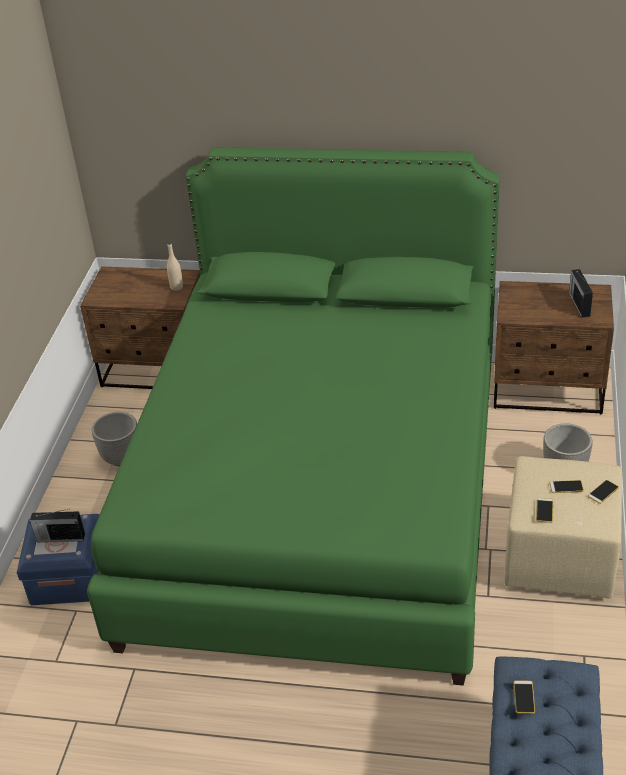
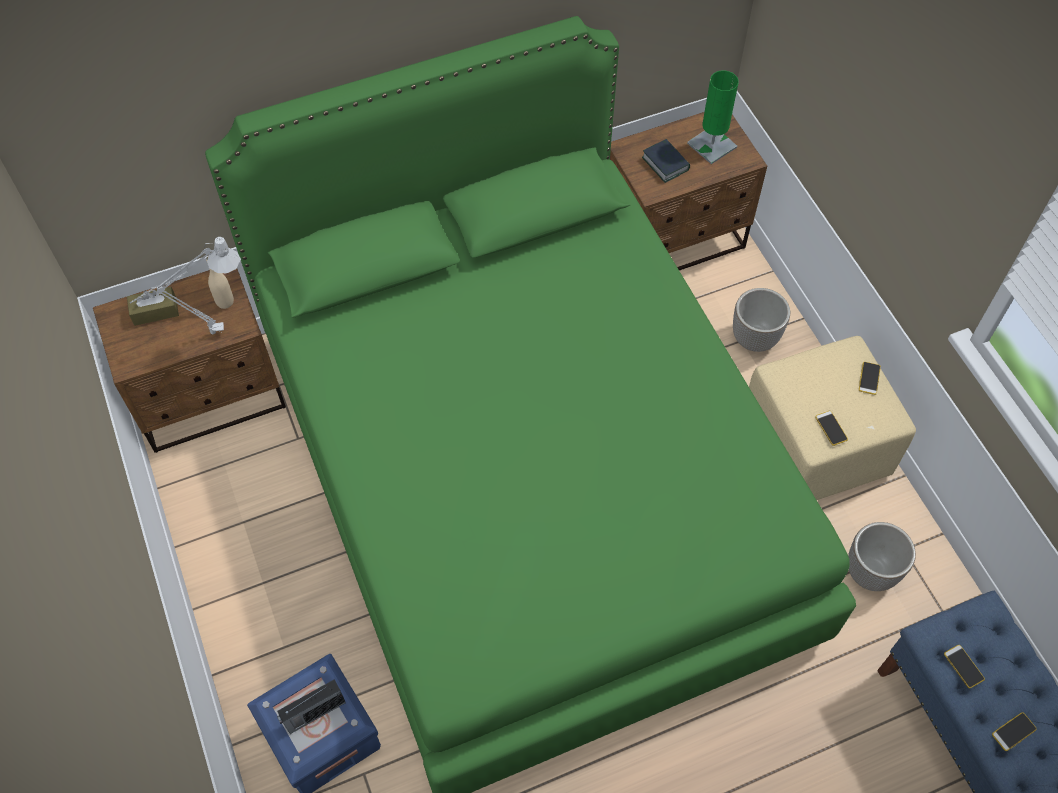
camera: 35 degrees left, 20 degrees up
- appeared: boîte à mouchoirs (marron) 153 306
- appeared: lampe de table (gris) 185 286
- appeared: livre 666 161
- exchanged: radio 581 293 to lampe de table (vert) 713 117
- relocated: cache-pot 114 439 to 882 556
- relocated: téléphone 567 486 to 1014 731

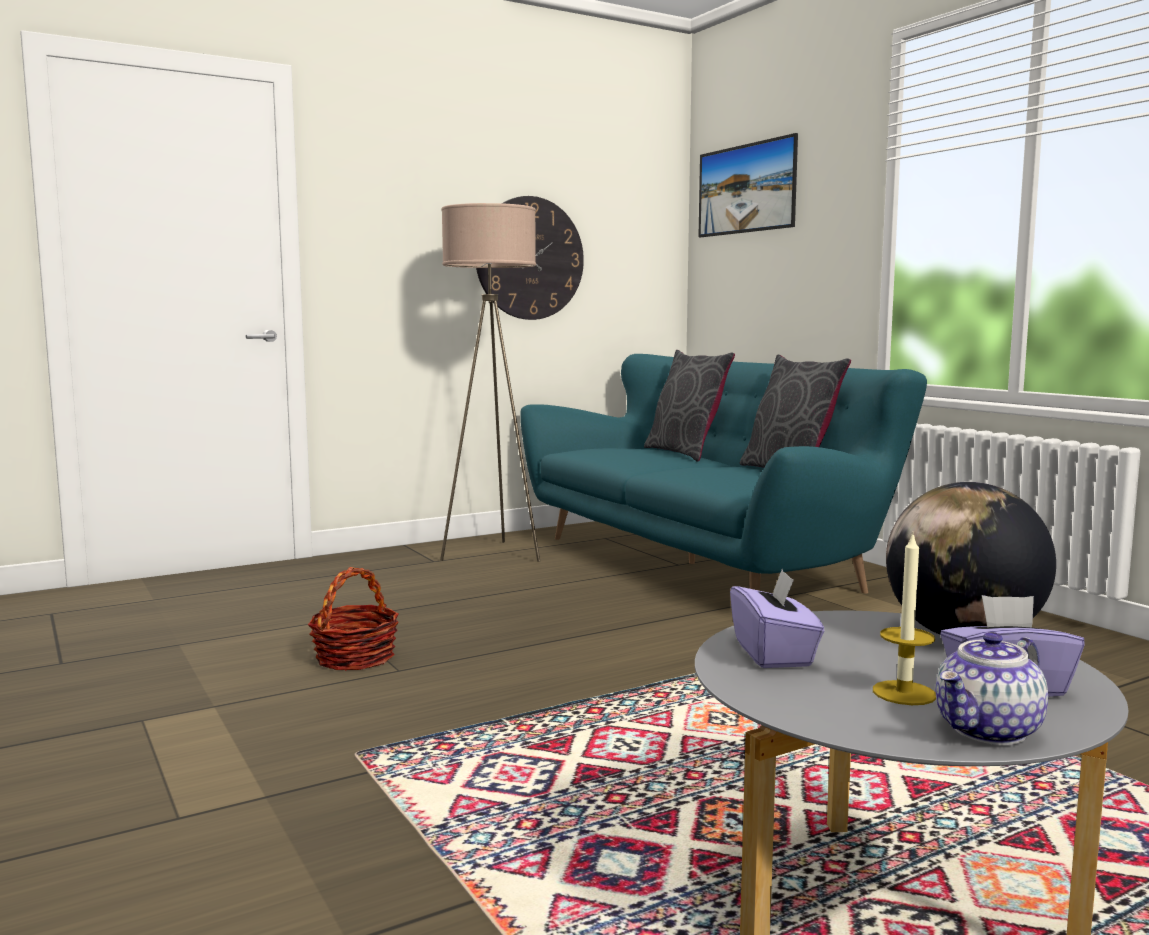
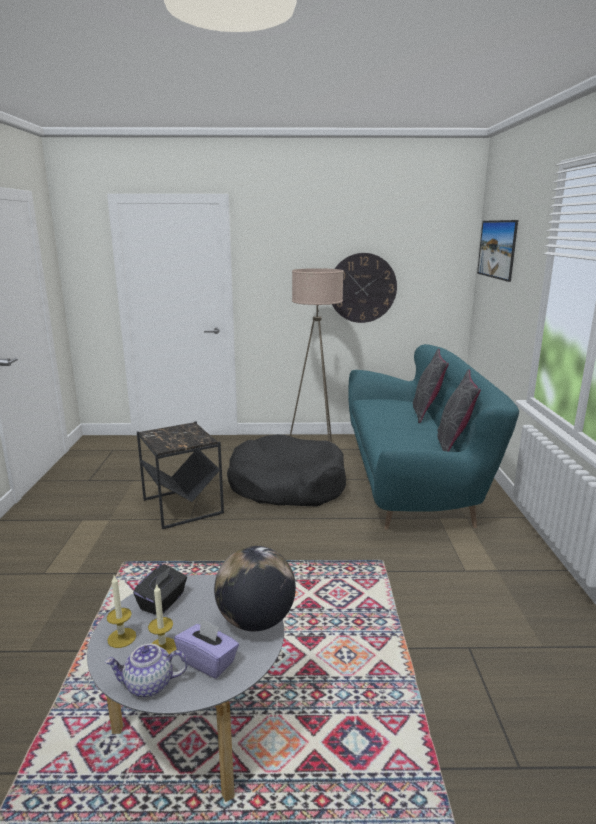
camera: 30 degrees right, 10 degrees up
- appeared: bougie 121 612
- colour: boîte à mouchoirs (violet) 777 618 to boîte à mouchoirs (noir) 160 589
- exchanged: panier 353 619 to table d'appoint (noir) 180 475
- appeared: panier pour chien (noir) 286 470

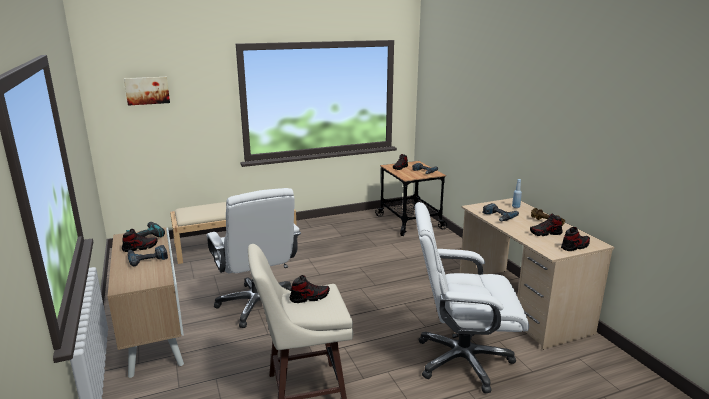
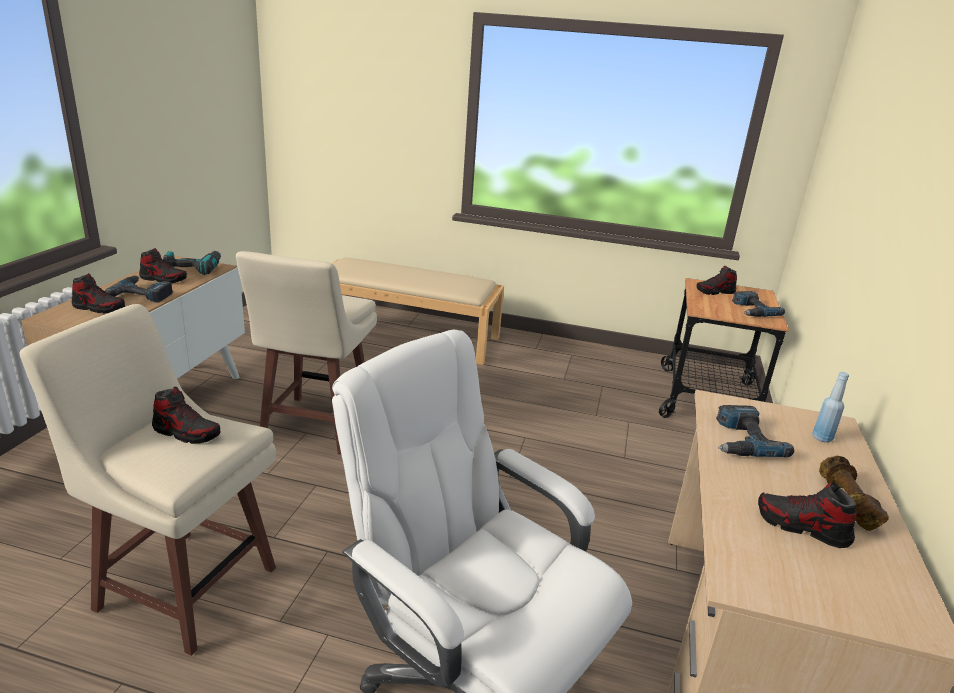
camera: 35 degrees right, 5 degrees up
- relocated: chaussure 575 239 to 98 293
- exchanged: chaise de bureau (blanc) 254 258 to tabouret (beige) 306 353
- missing: tableau 147 91

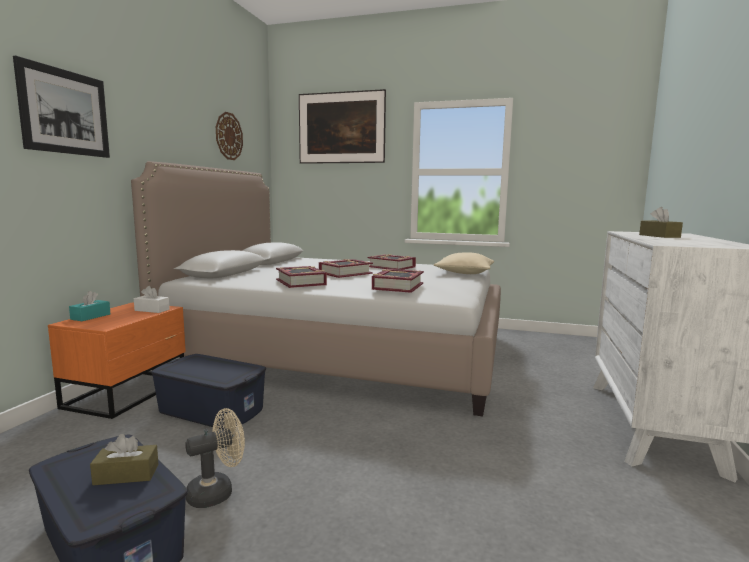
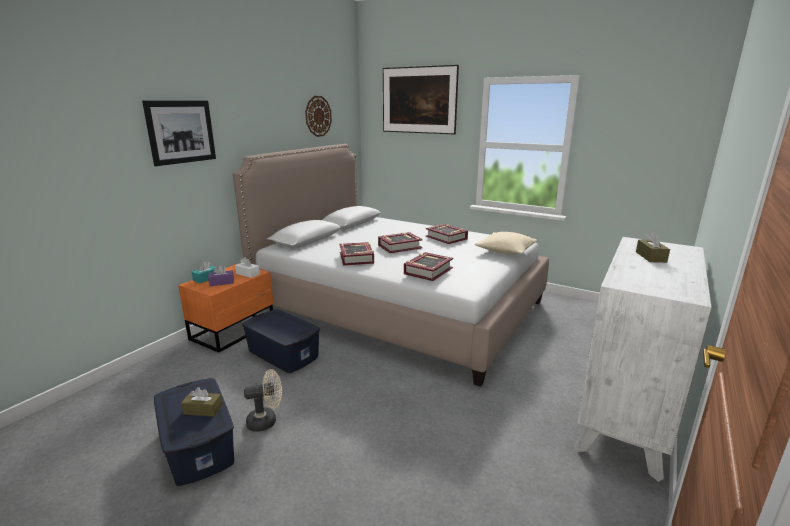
camera: 15 degrees right, 10 degrees up
- appeared: boîte à mouchoirs (violet) 221 275

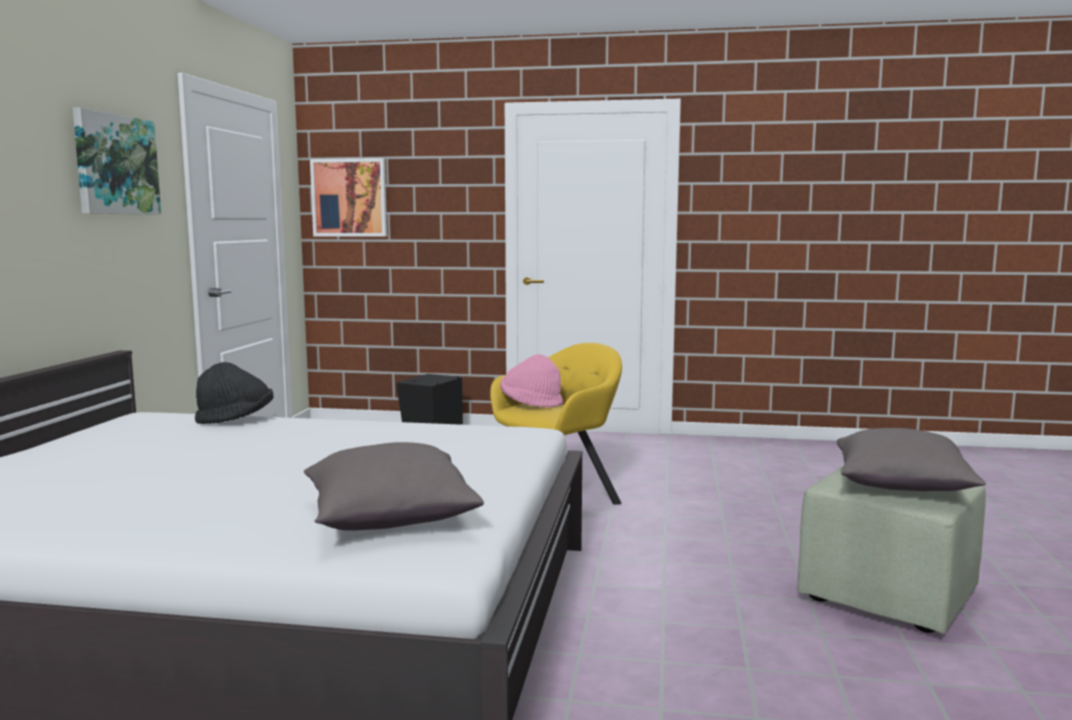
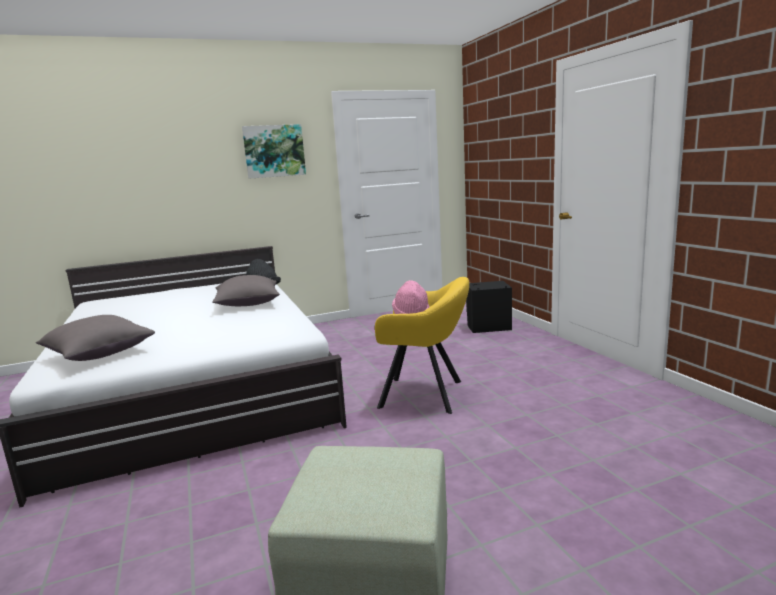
camera: 60 degrees right, 5 degrees up
- relocated: coussin (gris) 911 459 to 246 290
- missing: tableau 348 197

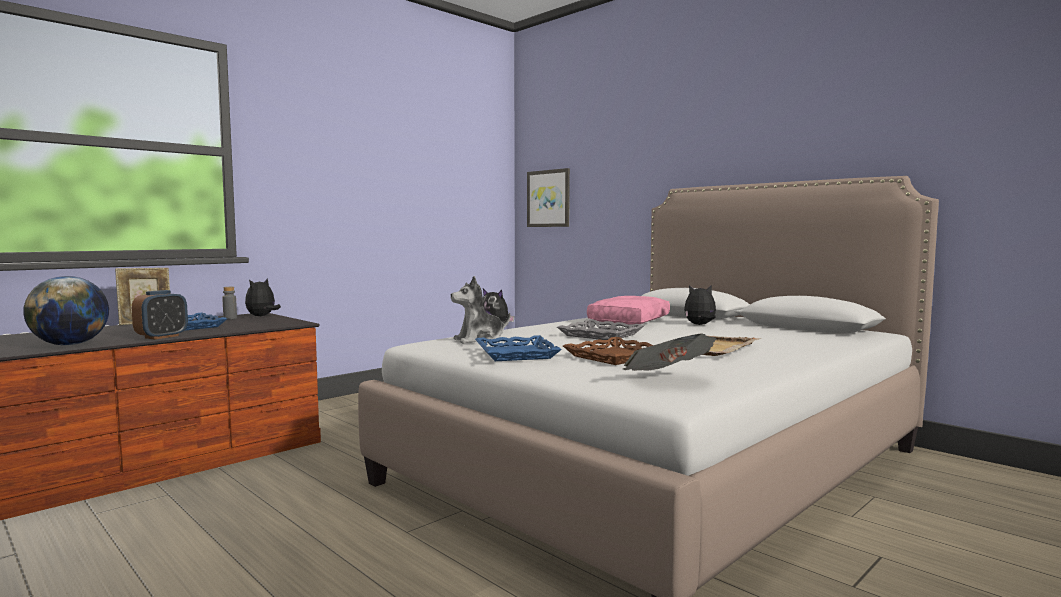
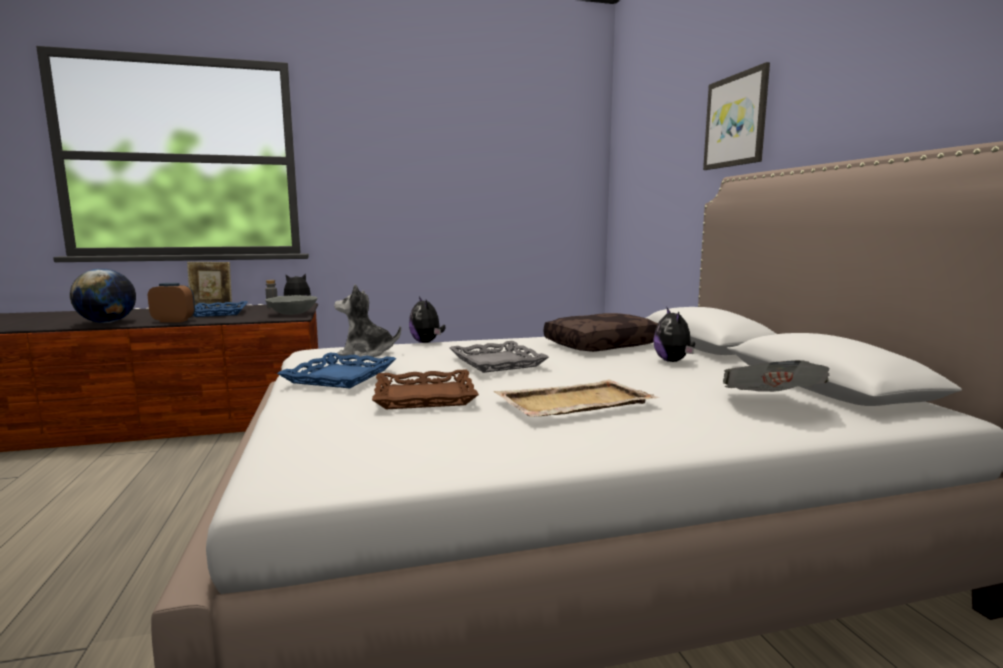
camera: 30 degrees right, 5 degrees up
- spun: réveil 160 315 = 171 303 150 degrees counterclockwise
- appeared: bol (gris) 291 305
- colour: coussin (rose) 628 310 to coussin (marron) 601 332
- spun: peluche 700 305 = 674 335 120 degrees counterclockwise
- relocated: tableau 548 197 to 736 116
- relocated: journal 670 352 to 776 376

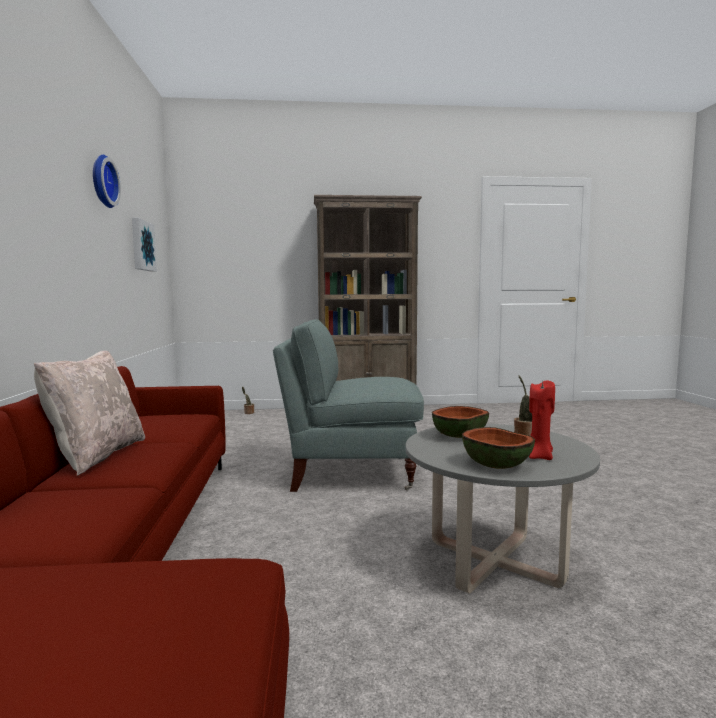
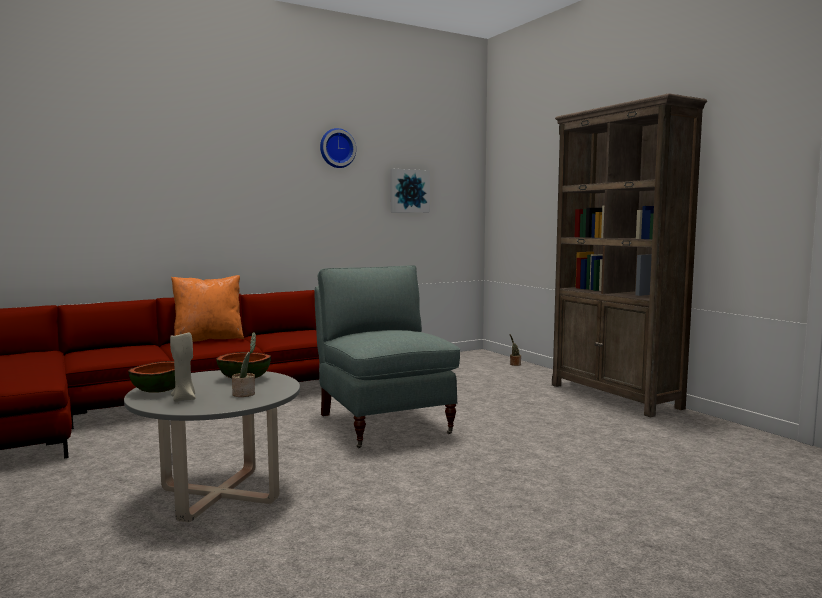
camera: 65 degrees right, 0 degrees up
- colour: bougie (rouge) 542 420 to bougie (beige) 183 367
- colour: coussin (beige) 89 413 to coussin (orange) 207 308

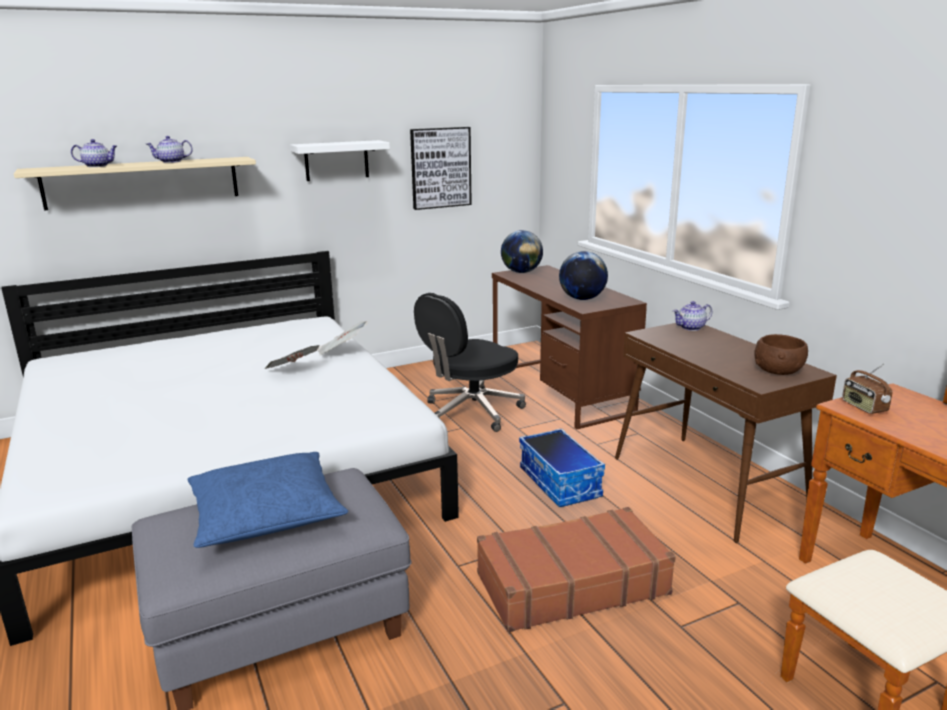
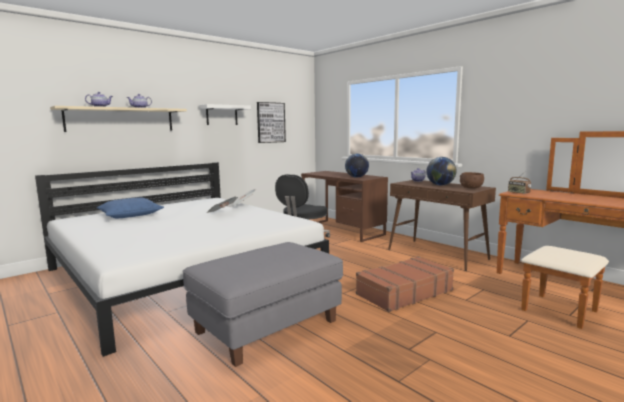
camera: 15 degrees left, 10 degrees down
- relocated: coussin (bleu) 267 500 to 130 207
- relocated: globe 522 251 to 441 171
- missing: boîte de rangement 562 467

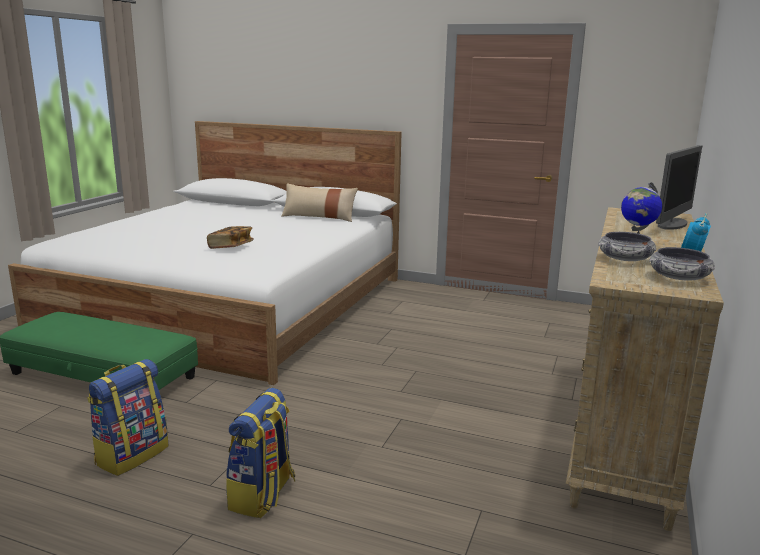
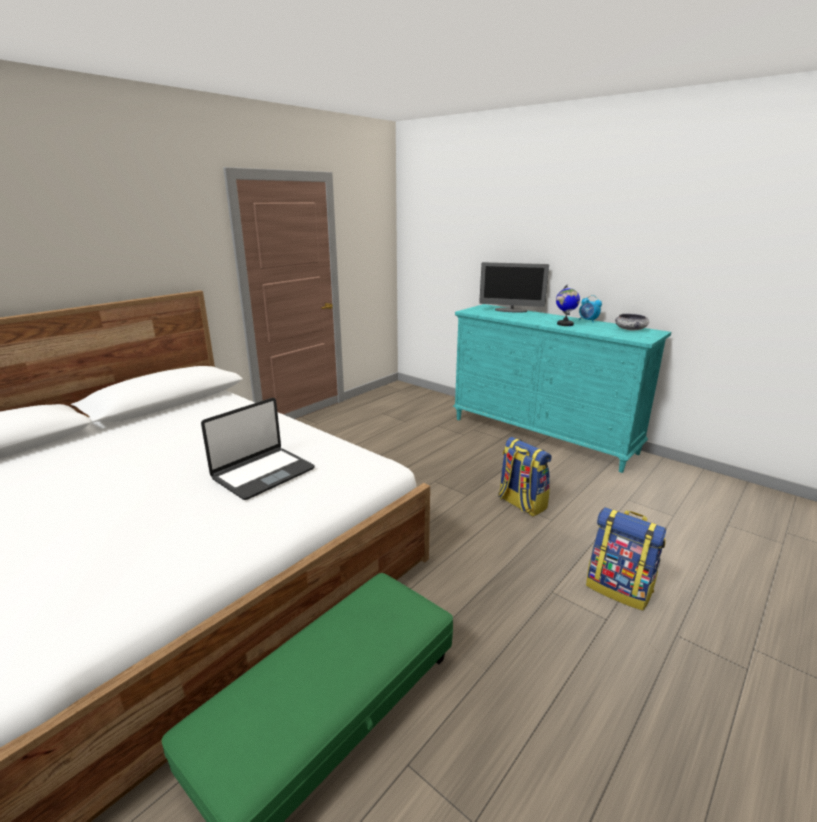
camera: 70 degrees left, 5 degrees up
- exchanged: livre 230 237 to ordinateur portable 258 449
- colour: commode (beige) 645 369 to commode (turquoise) 562 388
- spun: écran d'ordinateur 679 187 = 514 287 135 degrees clockwise
- relocated: sac à dos 128 417 to 525 476
- missing: coussin (beige) 320 202
- missing: bol 627 246

